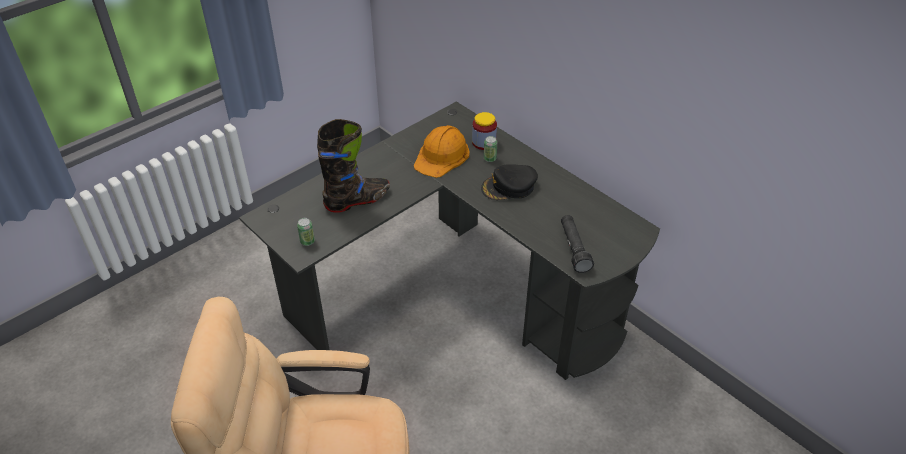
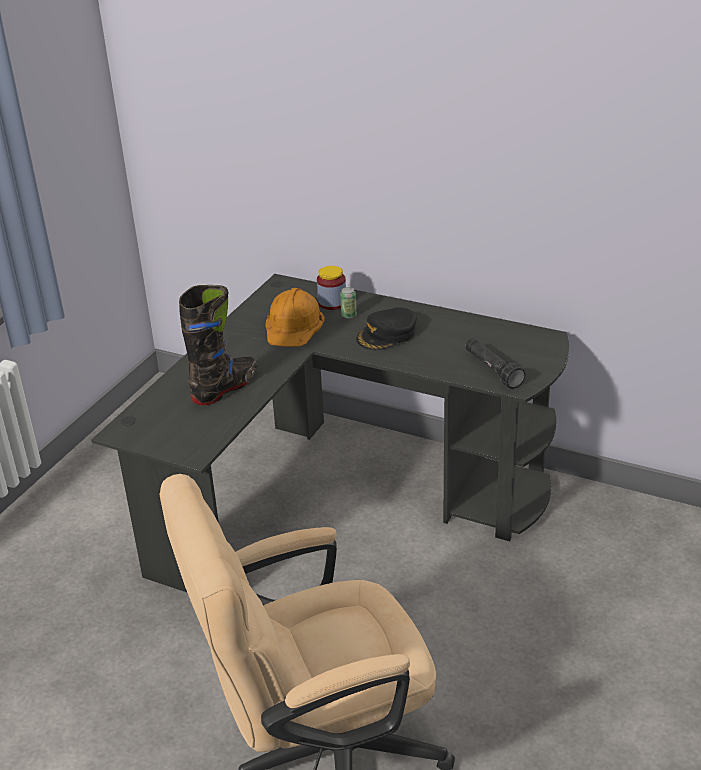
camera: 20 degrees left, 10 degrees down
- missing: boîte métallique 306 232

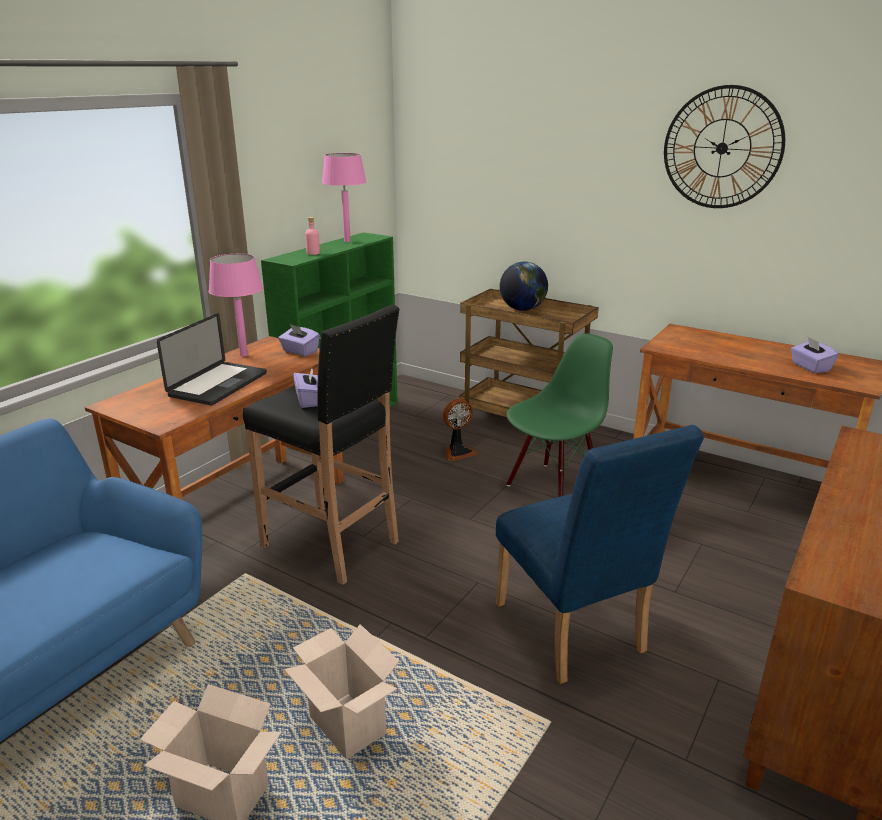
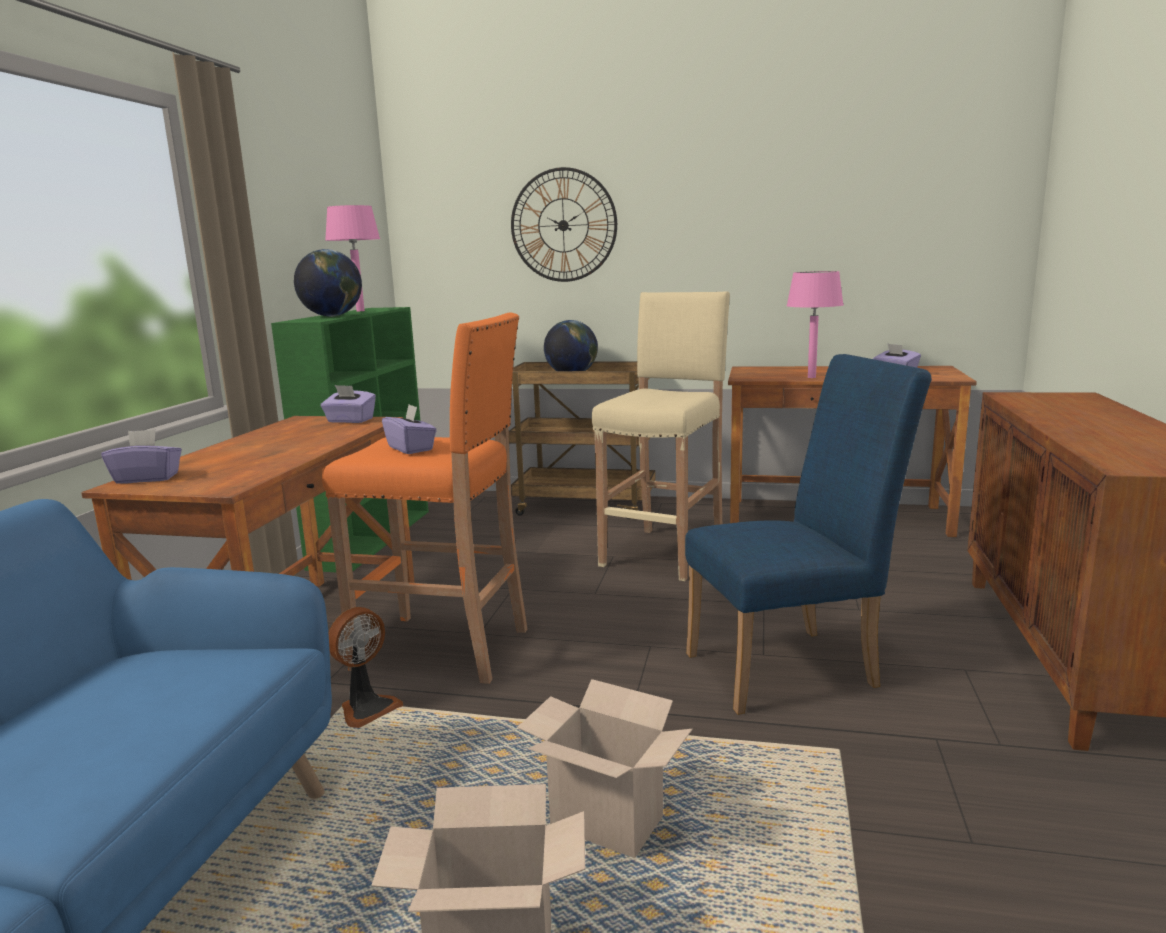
camera: 20 degrees left, 10 degrees down
- appeared: boîte à mouchoirs (violet) 141 456
- exchanged: bouteille (rose) 312 236 to globe 328 283
- colour: tabouret (noir) 321 445 to tabouret (orange) 424 498
- relocated: ventilateur 460 429 to 365 667
- relocated: horloge murale 724 146 to 564 224
- exchanged: chaise (vert) 559 415 to tabouret (beige) 661 436
- spun: chaise (bleu) 600 554 = 808 534 60 degrees counterclockwise
- relocated: lampe de table (rose) 236 305 to 815 324
- missing: ordinateur portable 212 359

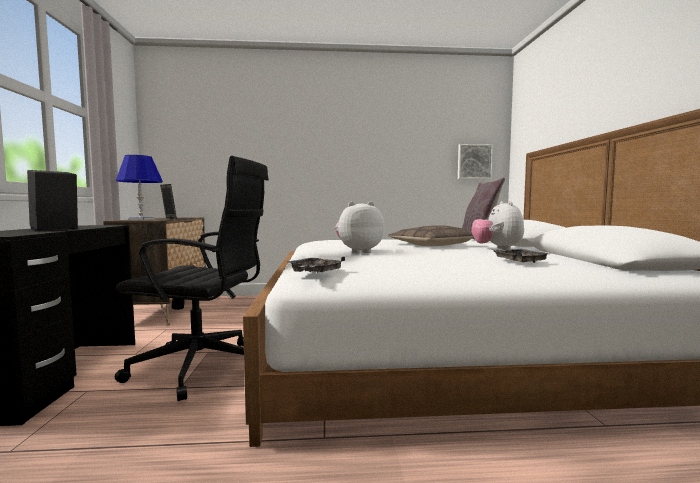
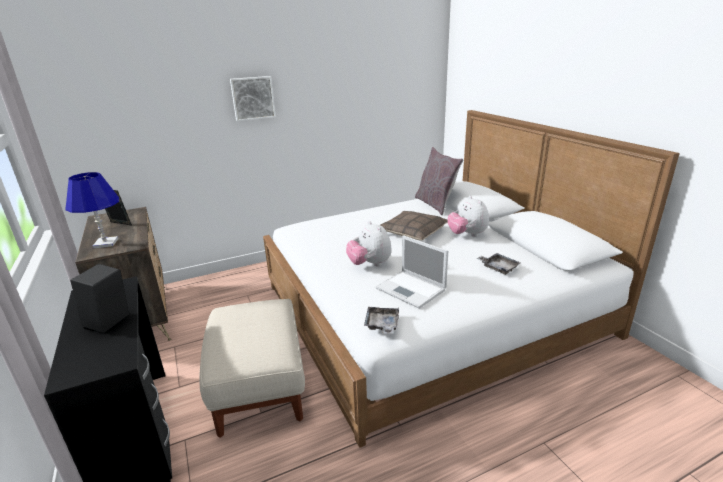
camera: 20 degrees left, 20 degrees up
- exchanged: chaise de bureau (noir) 192 278 to pouf (beige) 252 368
- relocated: tableau 475 161 to 253 98
- spun: peluche 360 227 = 369 243 75 degrees counterclockwise
- appeared: ordinateur portable 412 272

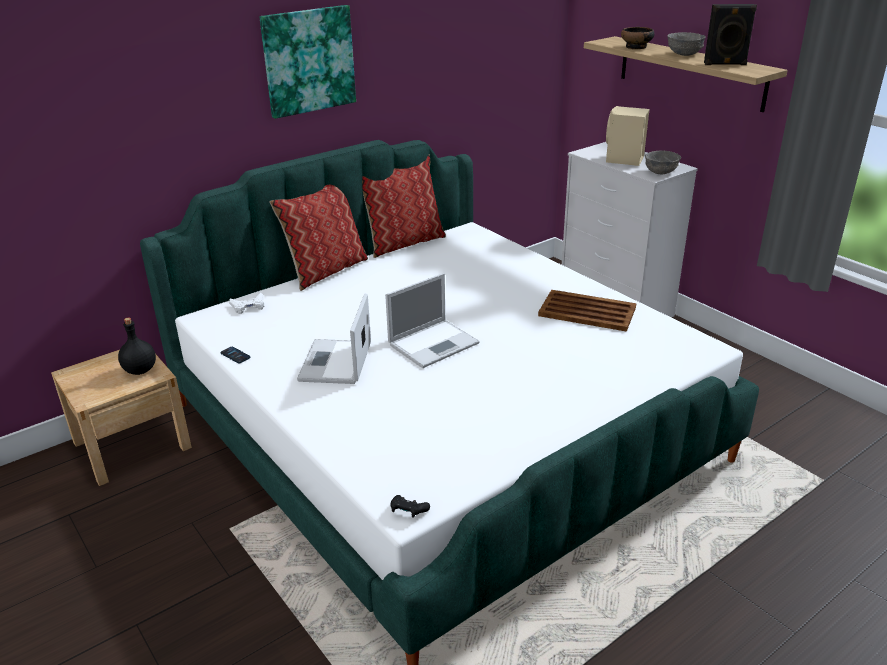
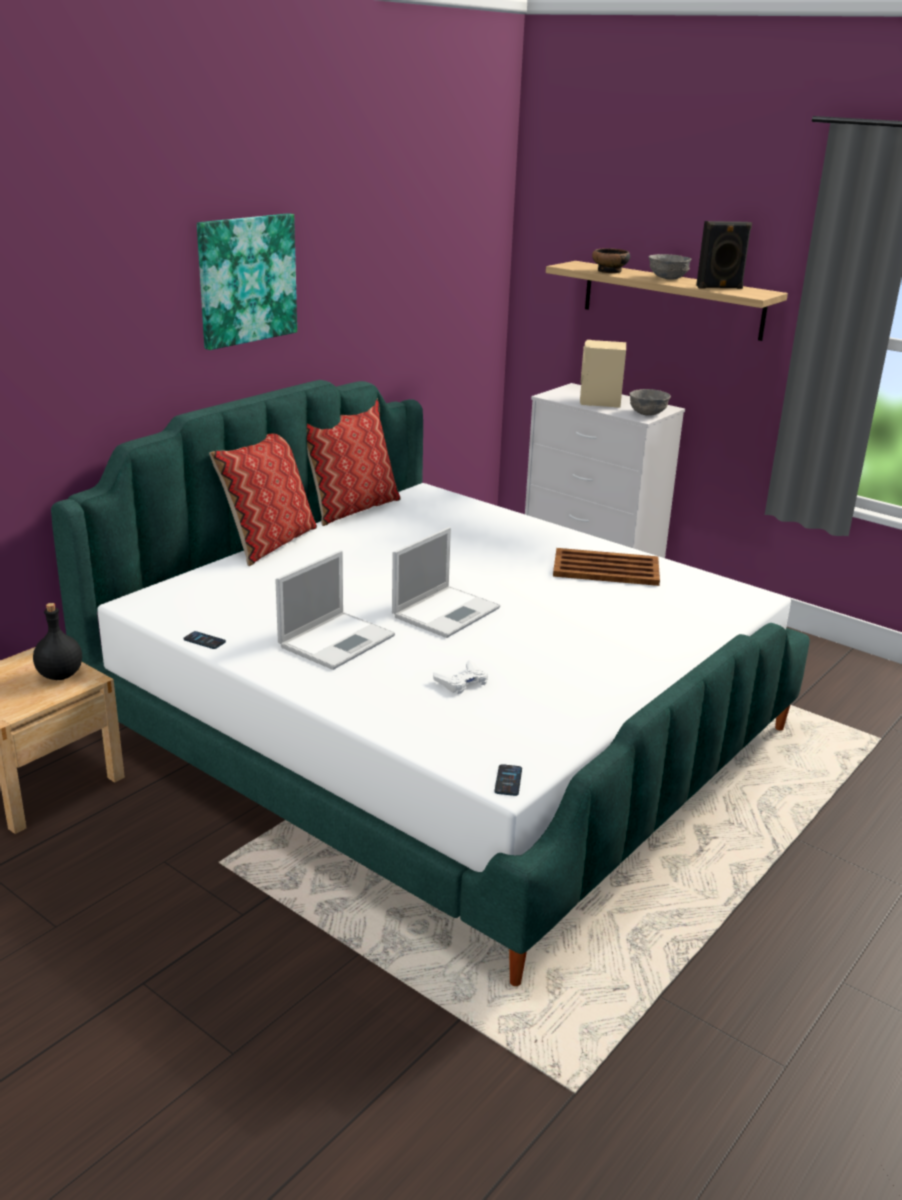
camera: 15 degrees left, 5 degrees down
- spun: ordinateur portable 334 338 = 335 610 135 degrees counterclockwise
- relocated: manette (blanc) 247 303 to 460 677
- exchanged: manette (noir) 410 506 to téléphone 508 780

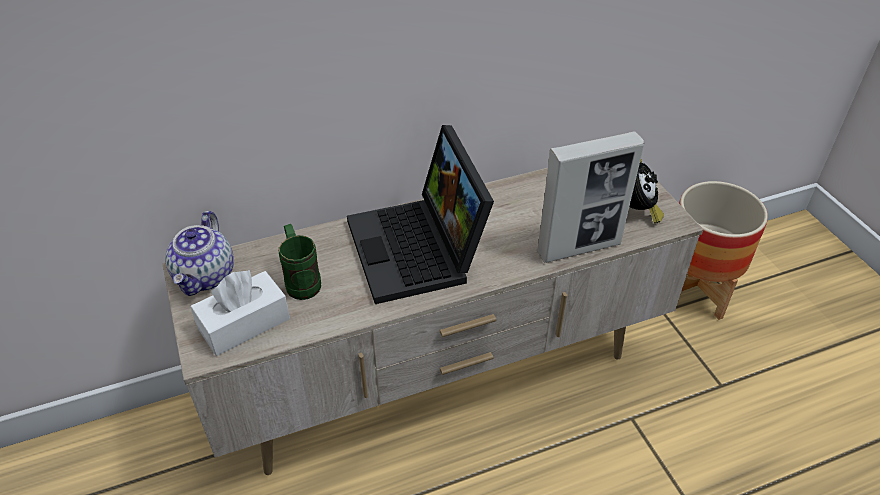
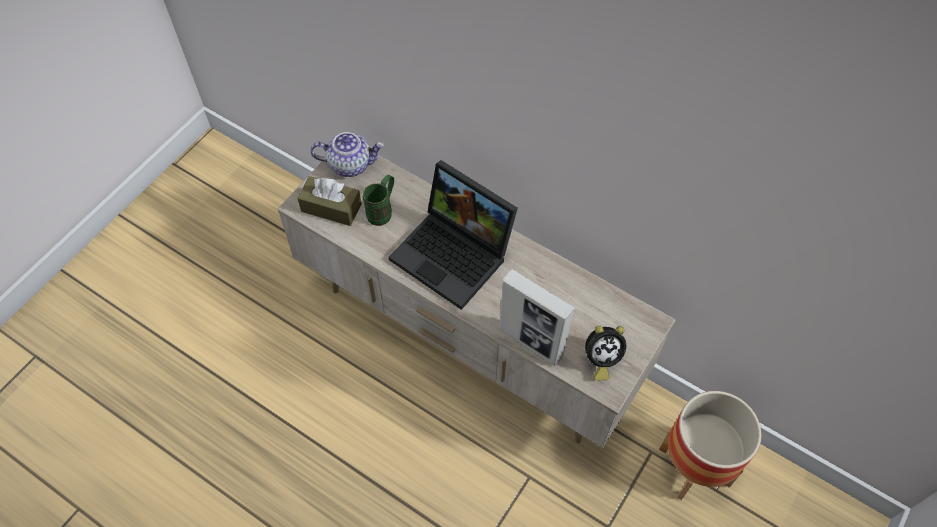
camera: 55 degrees right, 15 degrees up
- colour: boîte à mouchoirs (blanc) 240 313 to boîte à mouchoirs (marron) 329 201
- spun: théière 199 253 = 347 154 150 degrees counterclockwise
- spun: ordinateur portable 420 214 = 453 235 90 degrees counterclockwise

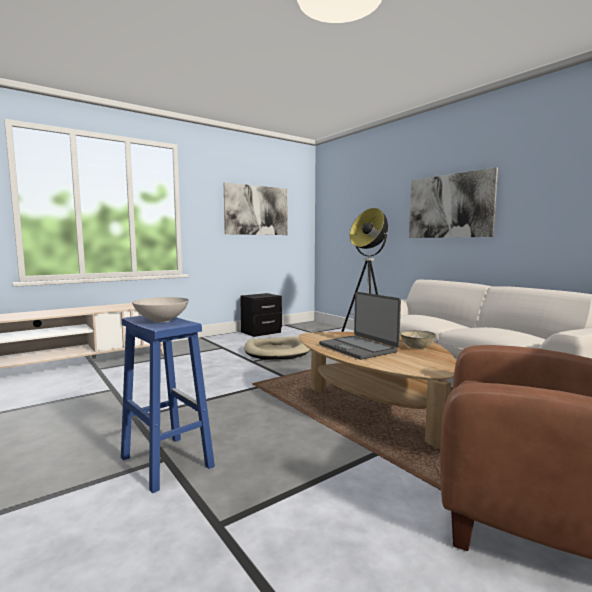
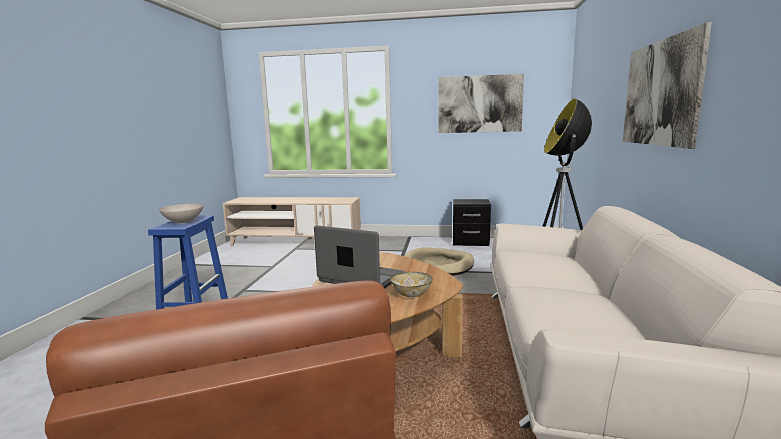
camera: 45 degrees right, 5 degrees up
- spun: ordinateur portable 360 326 = 359 257 105 degrees clockwise

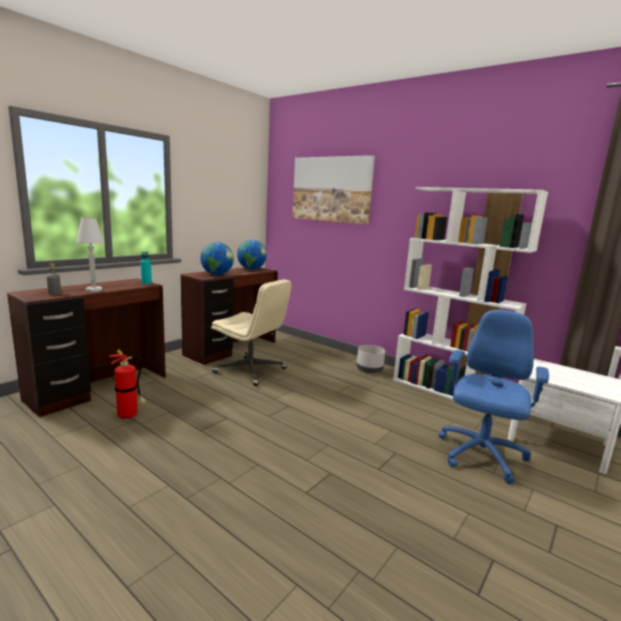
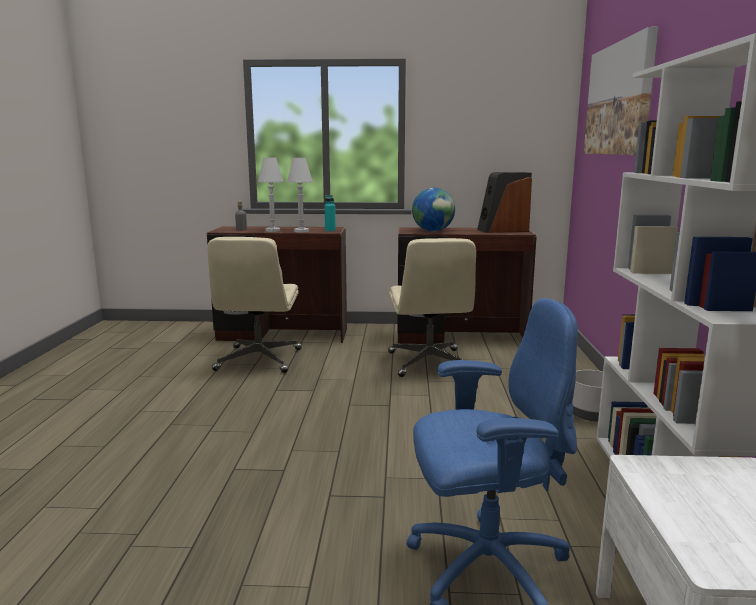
camera: 55 degrees right, 0 degrees up
- exchanged: extincteur 127 384 to chaise de bureau (beige) 255 305
- appeared: lampe de table (blanc) 300 195
- exchanged: globe 252 255 to enceinte 504 202

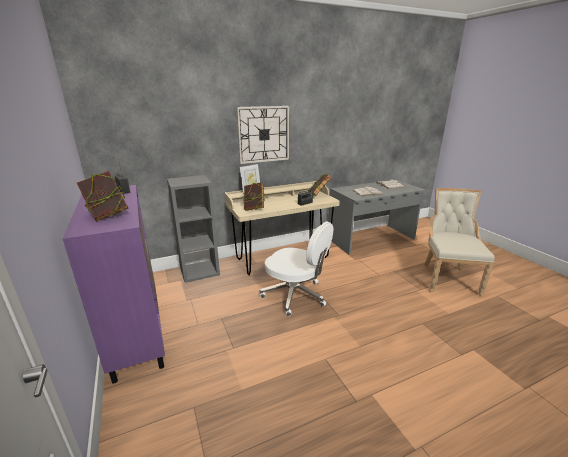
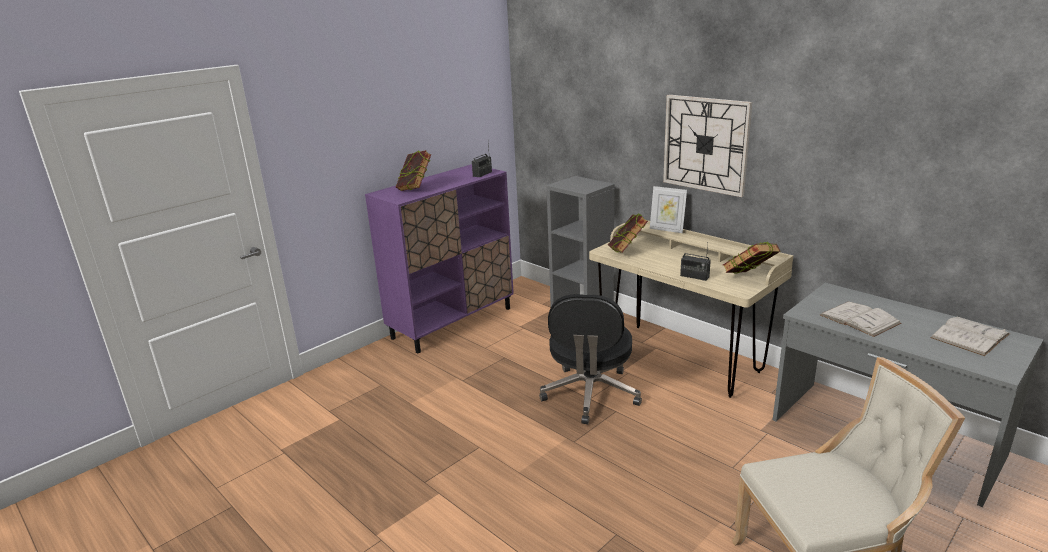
camera: 70 degrees right, 0 degrees up
- colour: chaise de bureau (blanc) 296 268 to chaise de bureau (noir) 590 359

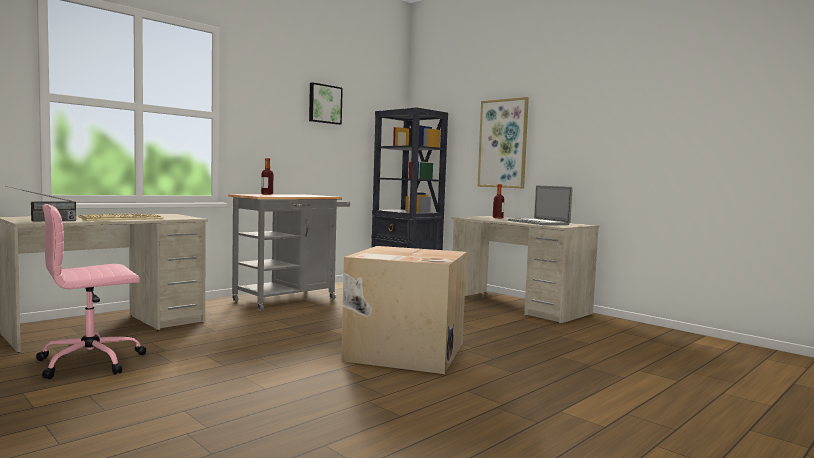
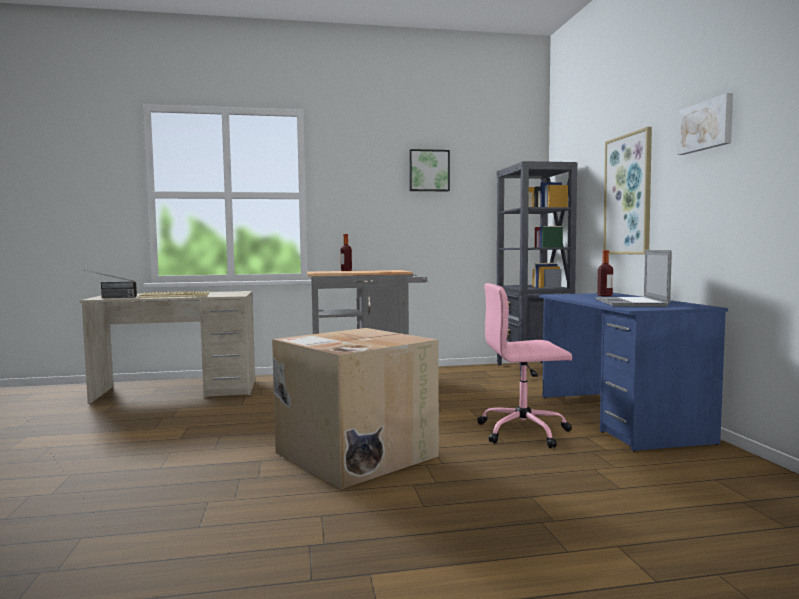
camera: 35 degrees right, 0 degrees up
- relocated: chaise de bureau (rose) 91 291 to 524 365
- colour: bureau (beige) 525 270 to bureau (bleu) 633 372
- appeared: tableau 705 124

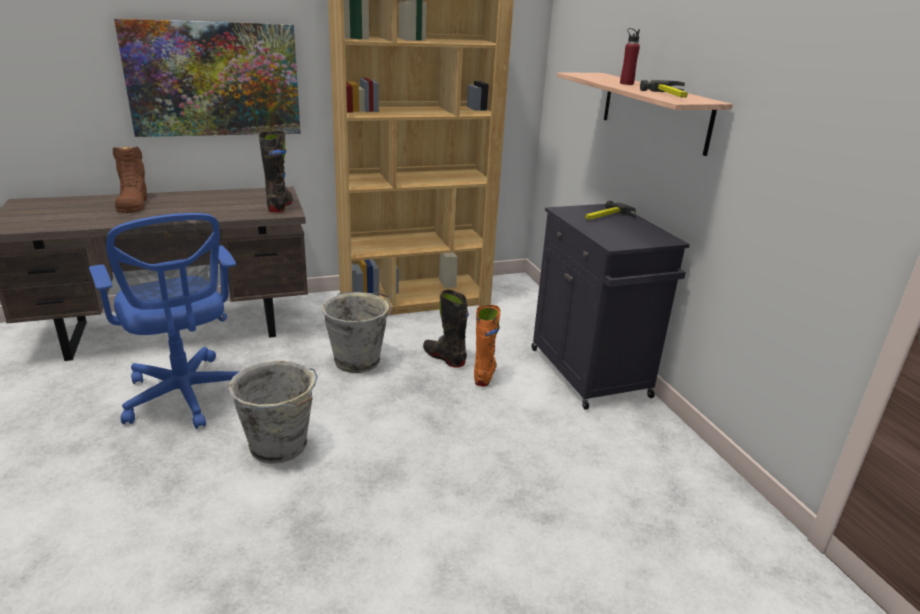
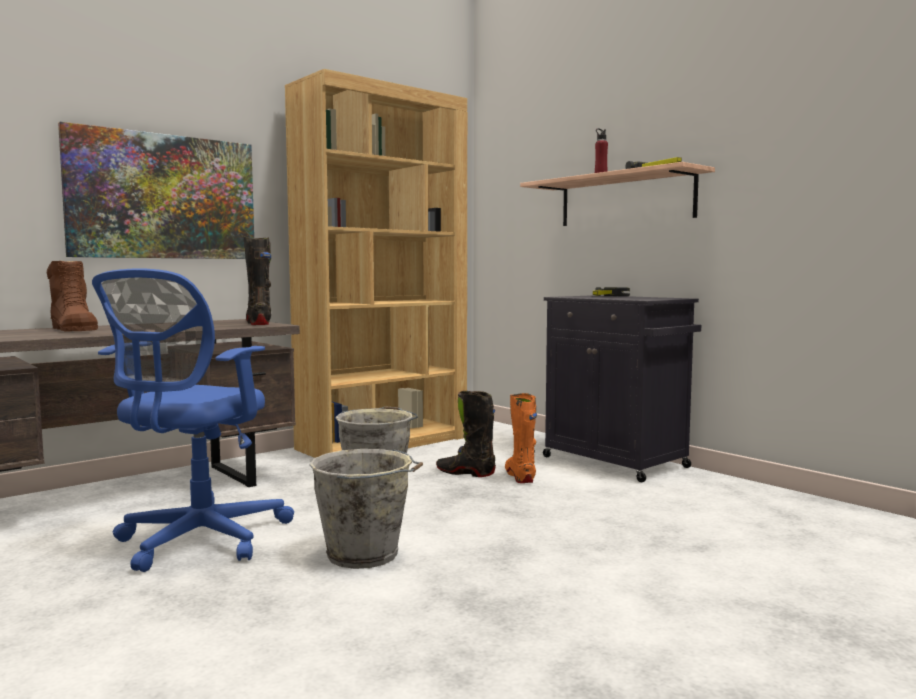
camera: 20 degrees left, 20 degrees down
- spun: chaise de bureau (bleu) 164 321 = 193 420 75 degrees clockwise

